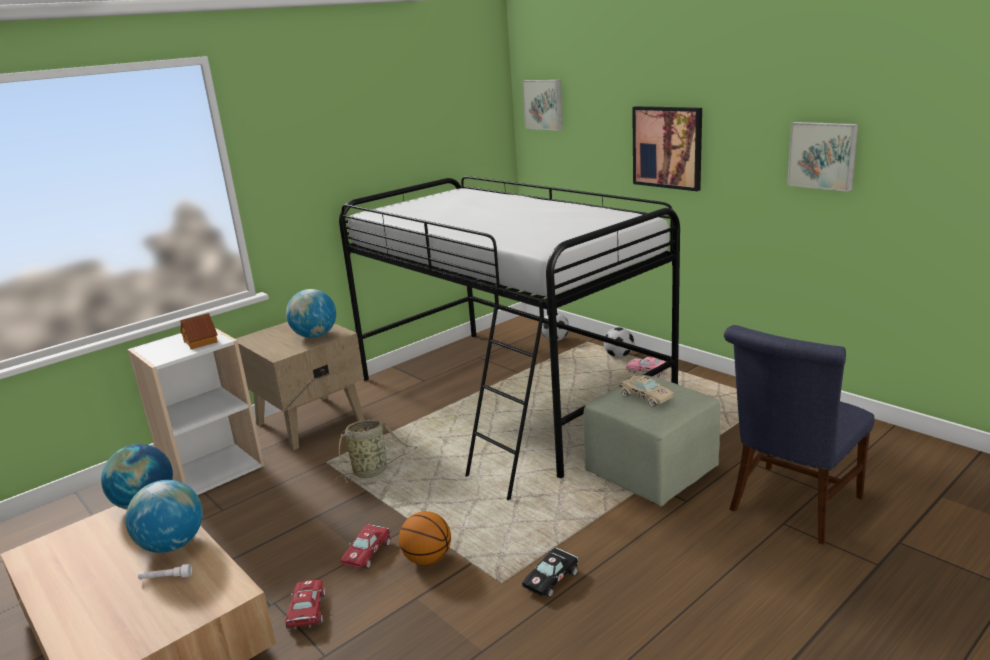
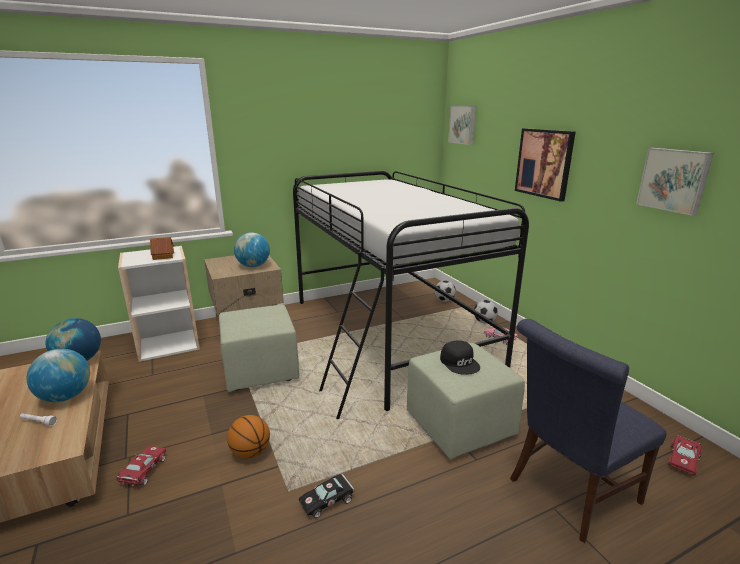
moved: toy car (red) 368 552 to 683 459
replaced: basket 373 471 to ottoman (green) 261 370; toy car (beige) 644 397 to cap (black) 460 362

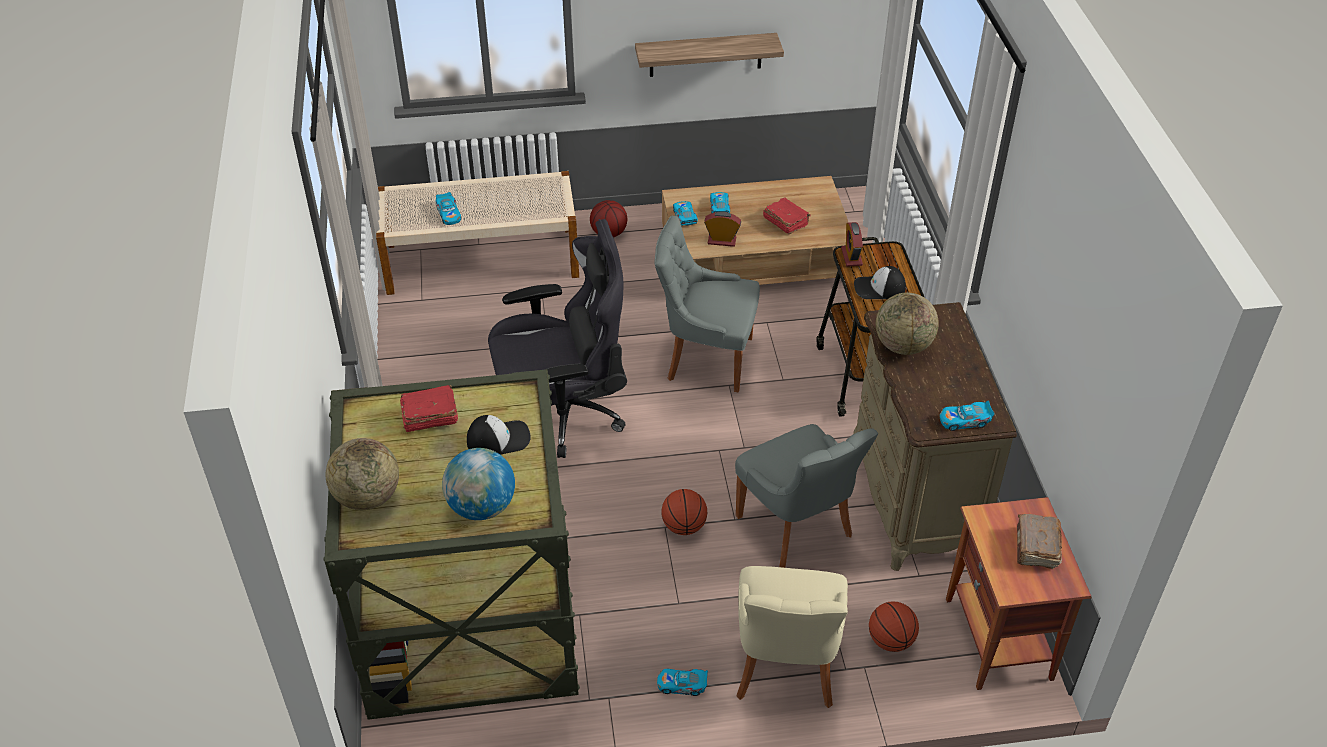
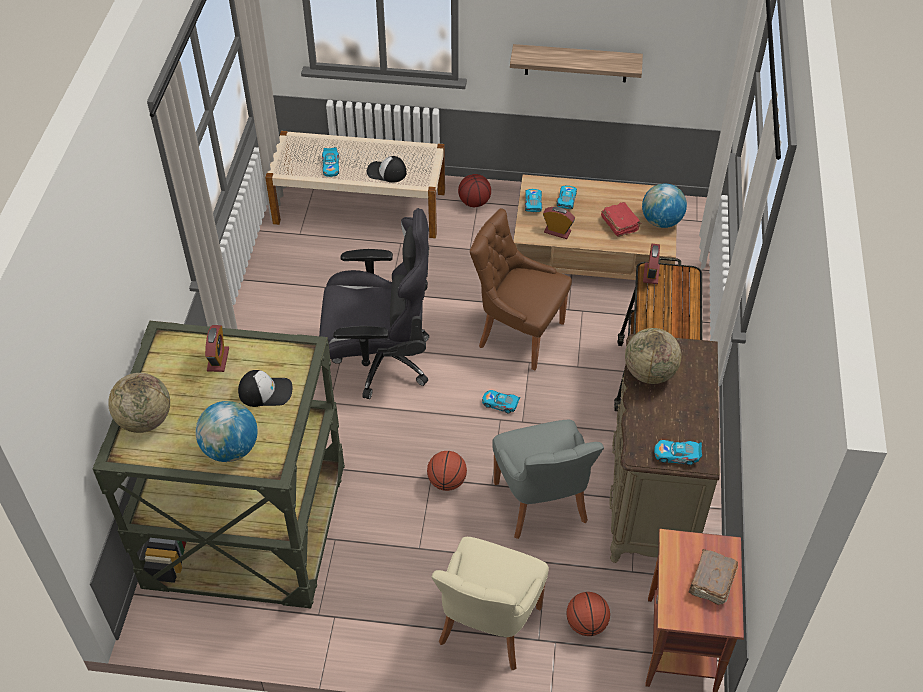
added: globe 661 221
moved: toy car 682 685 to 500 404; cap 879 288 to 386 172
replaced: book (red) 429 417 to alarm clock 218 360
recoloured: chair (grey) 706 358 to chair (brown) 518 333

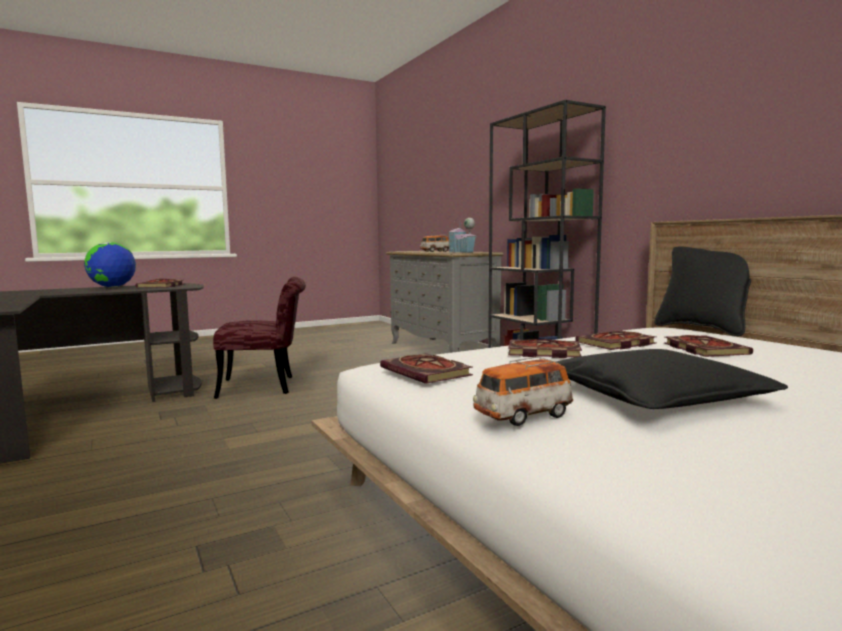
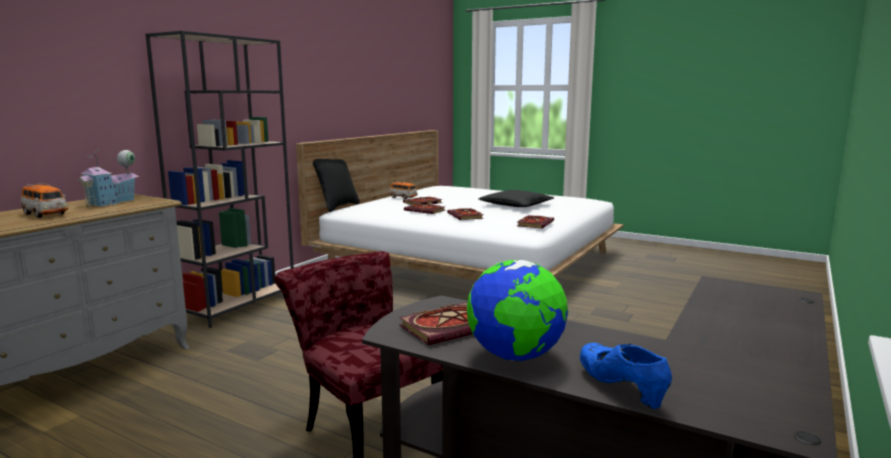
added: shoe (blue) 621 389
moved: toy car 522 416 to 403 197

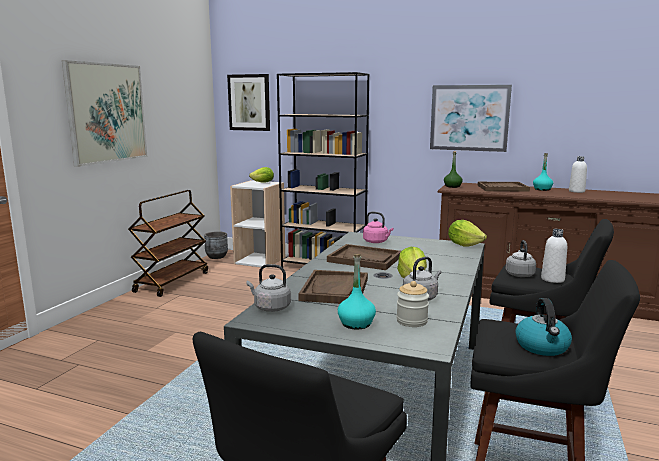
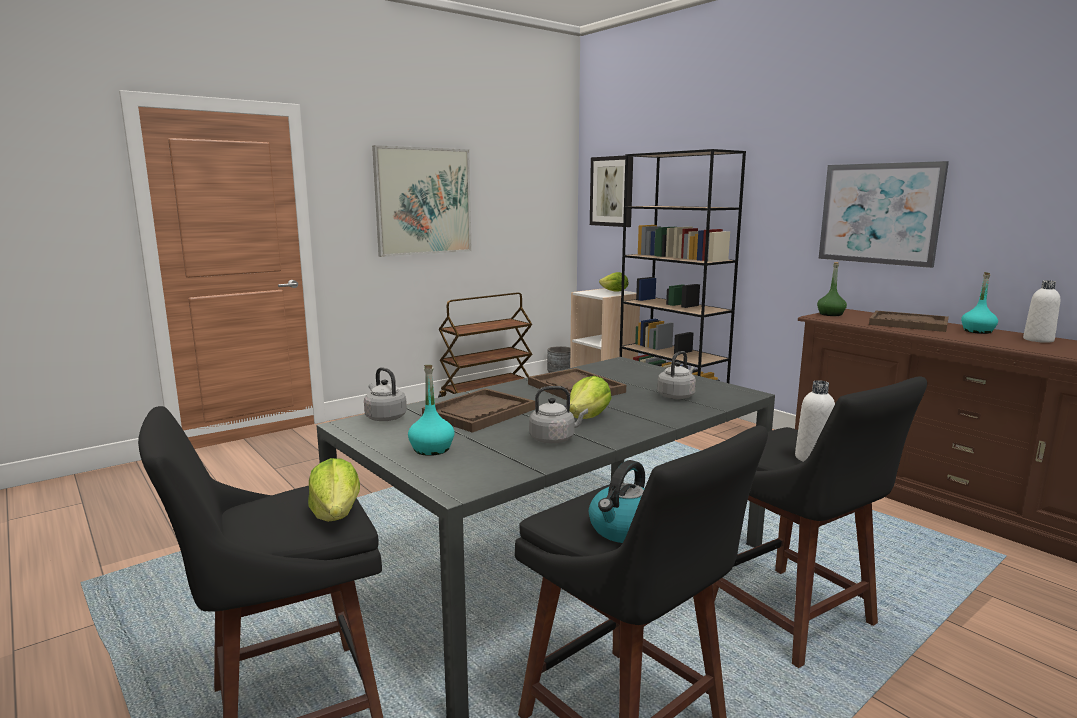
removed: kettle (pink) 376 242; jar 412 321
moved: lettuce 464 245 to 336 514; kettle (grey) 519 274 to 677 396

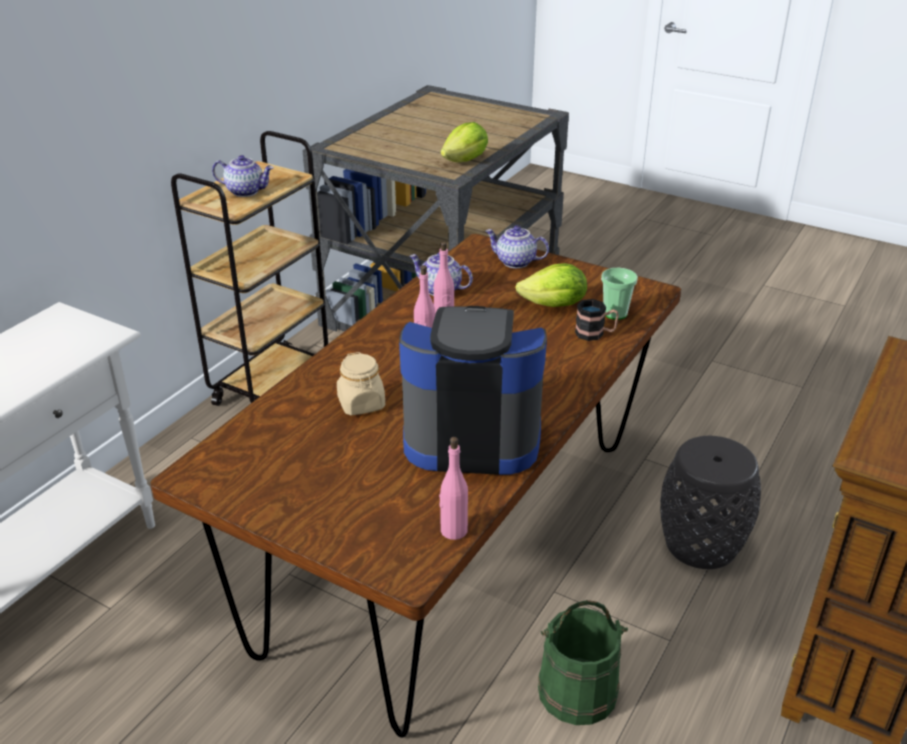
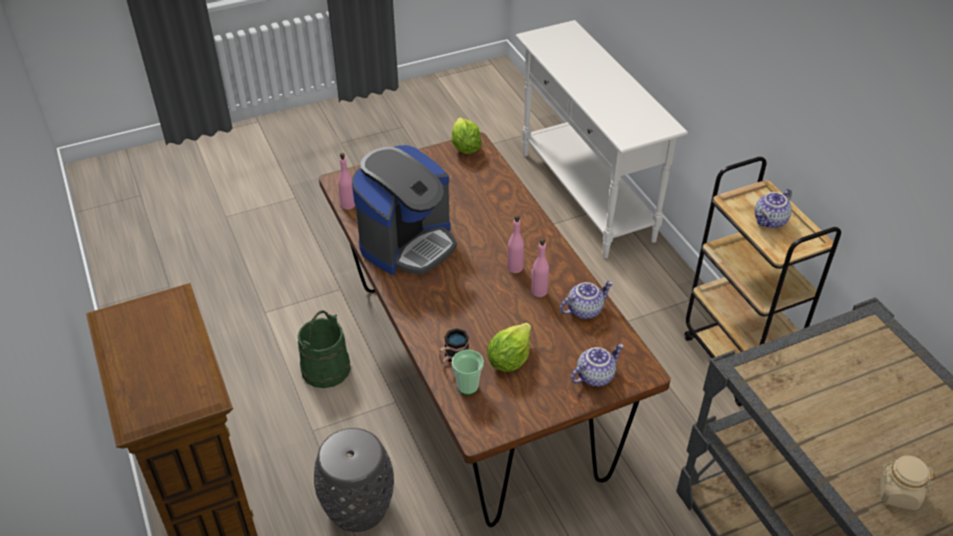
moved: jar (beige) 361 404 to 898 493; lettuce 465 160 to 465 147

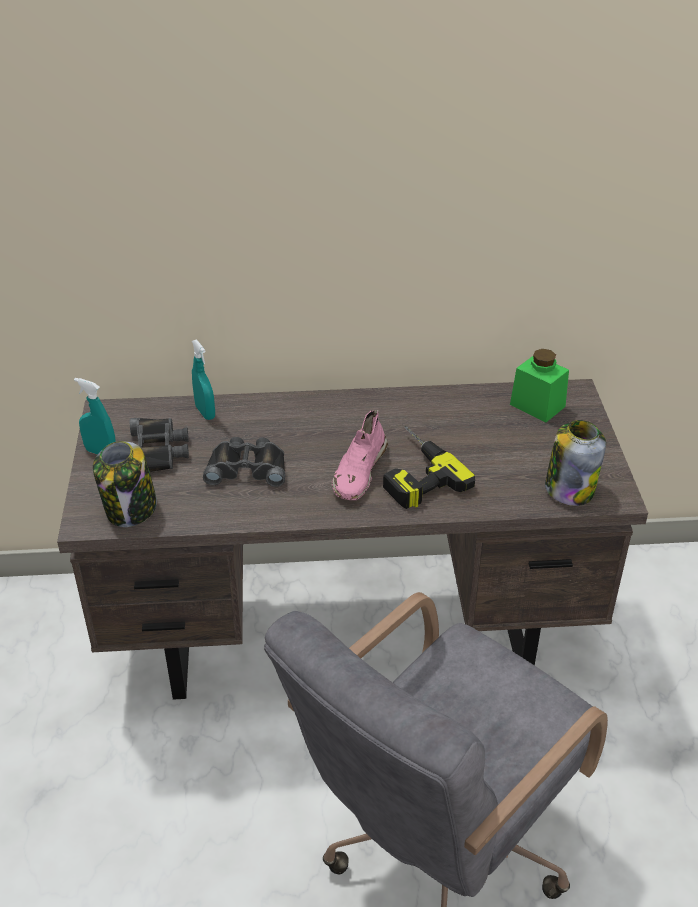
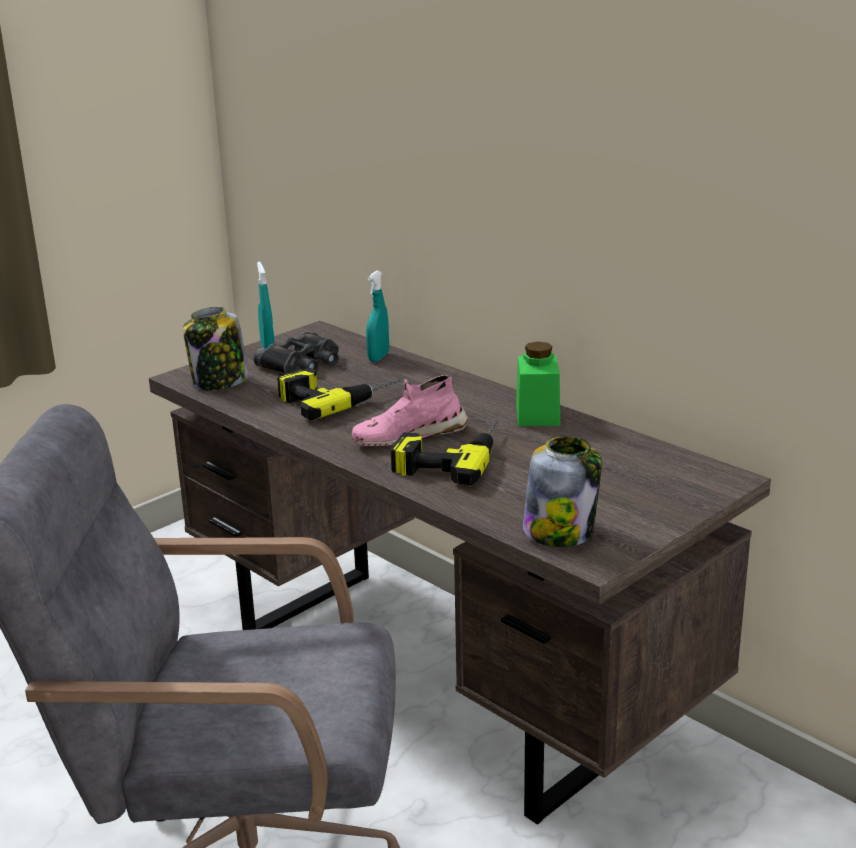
moved: jar (green) 537 405 to 537 414
replaced: binoculars (black) 247 468 to power drill 336 397

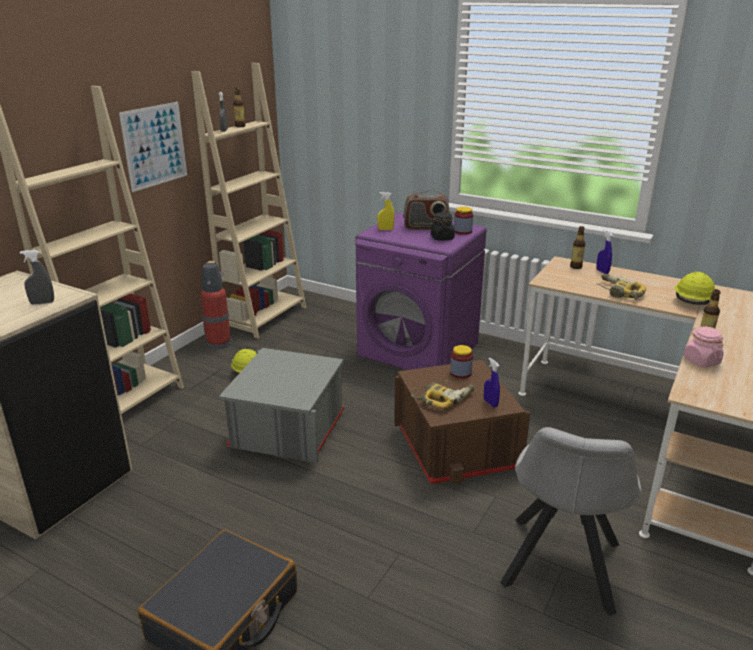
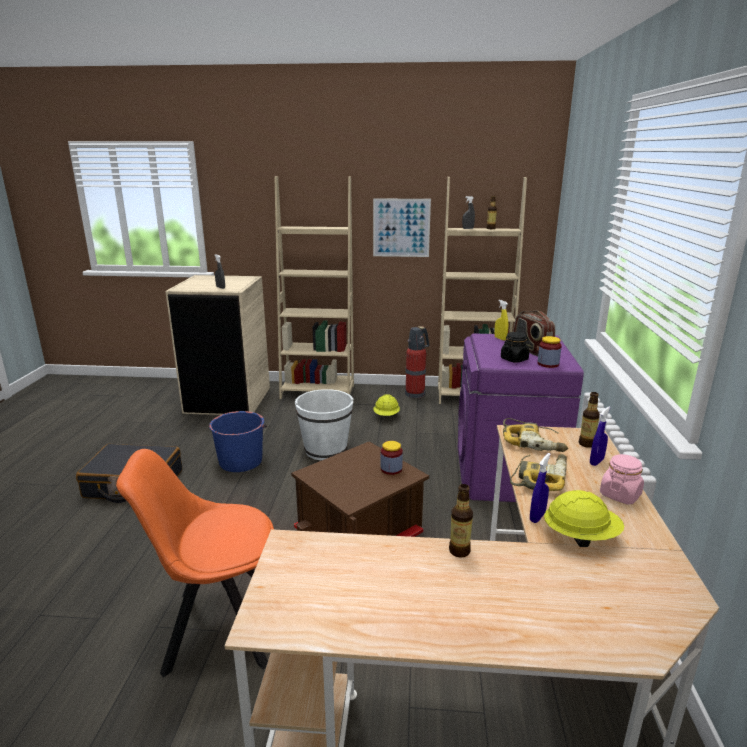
added: bucket (blue) 241 461
moved: power drill 444 398 to 533 442; spray bottle (blue) 490 403 to 537 517; jar (pink) 701 361 to 620 495
replaced: storage box (grey) 286 431 to bucket (white) 325 450
recoloured: chair (grey) 561 566 to chair (orange) 218 629

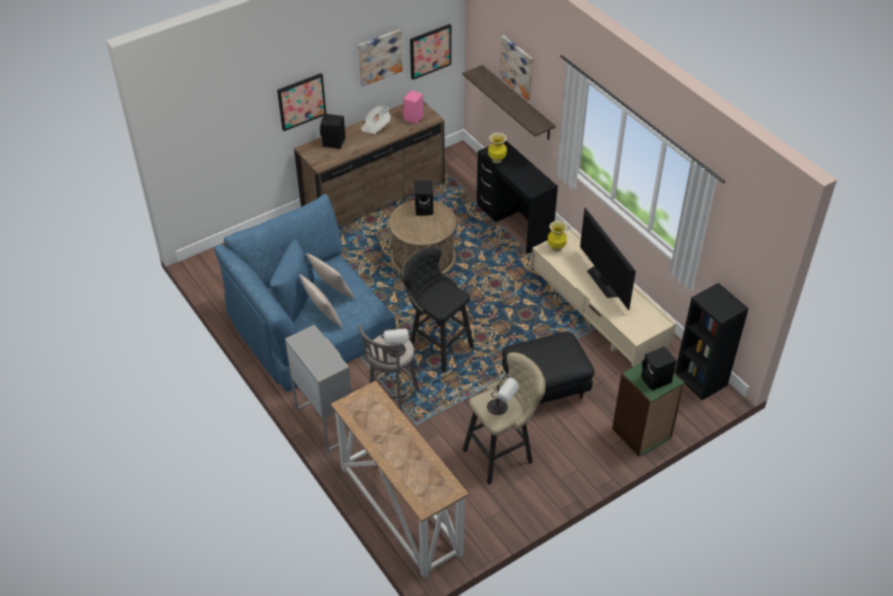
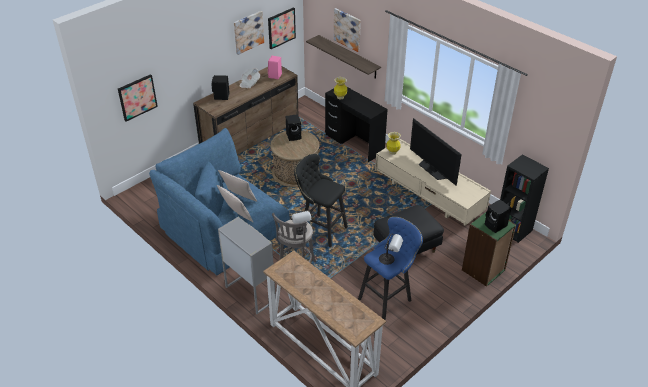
moved: picture 301 101 to 137 97
recoloured: stool (beige) 504 452 to stool (blue) 389 296

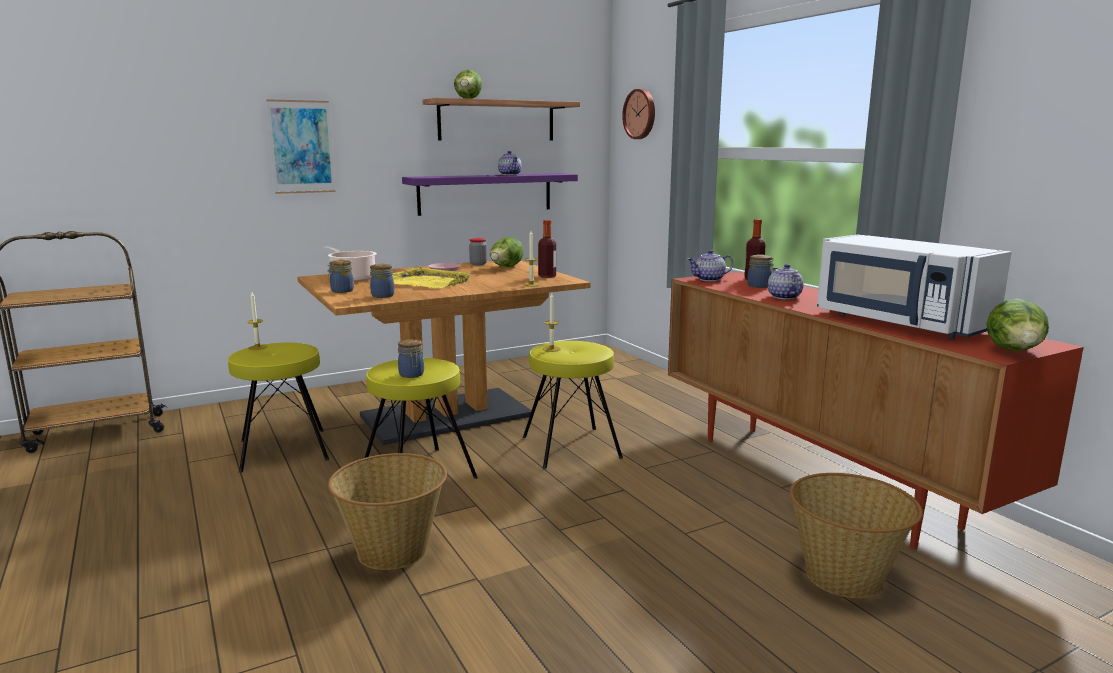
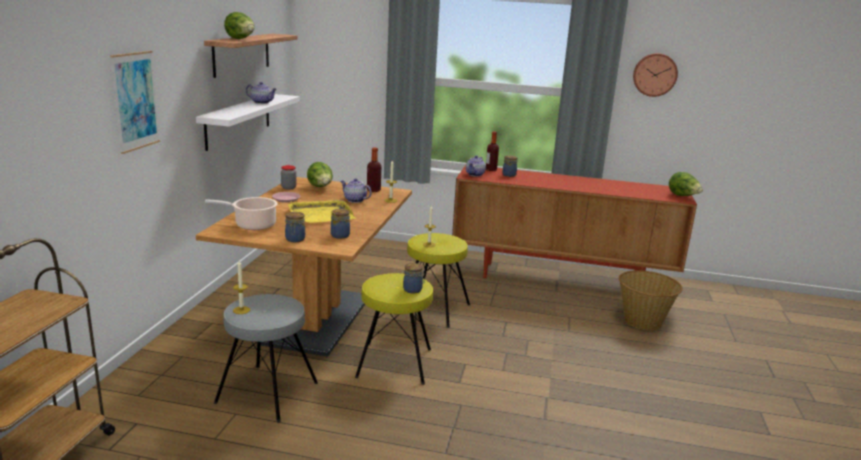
removed: basket 393 550; microwave (white) 898 323
moved: wall clock 640 114 to 654 74; teapot 783 297 to 354 200
recoloured: stool (yellow) 283 450 to stool (grey) 266 392; shelf (purple) 485 193 to shelf (white) 238 120

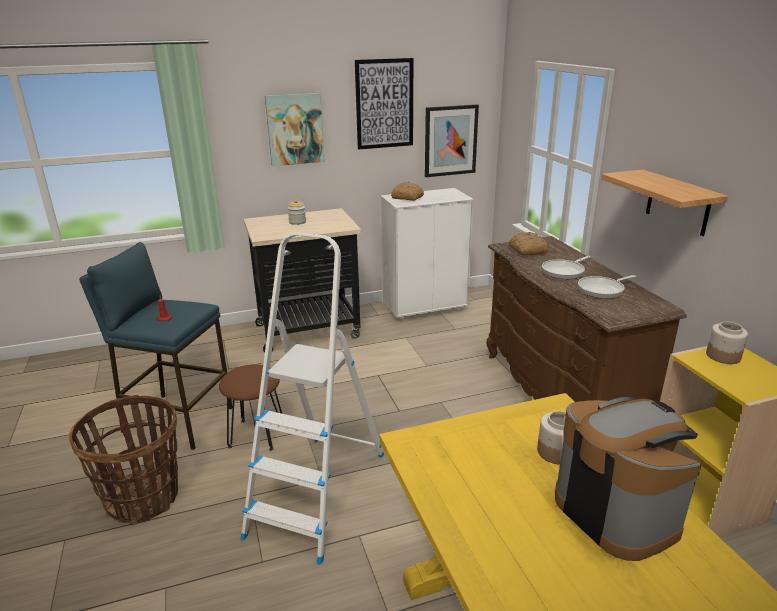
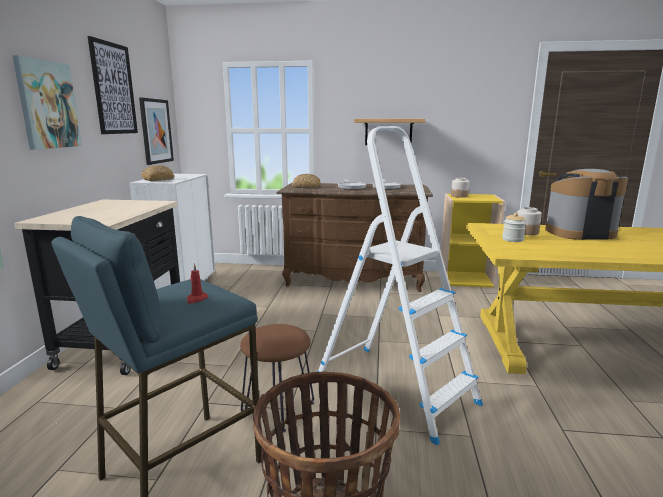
moved: jar 297 222 to 512 239

